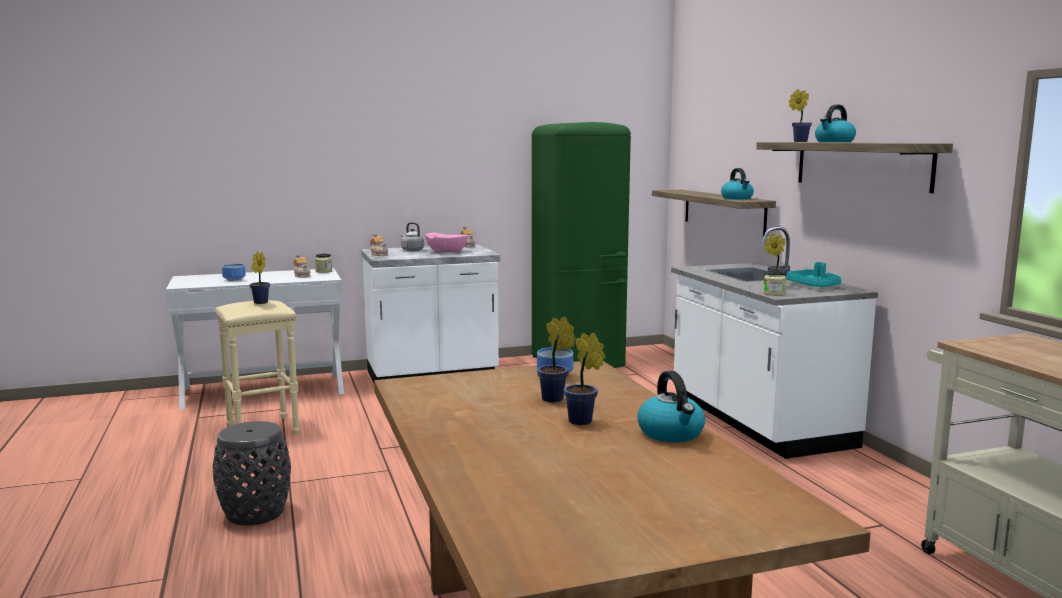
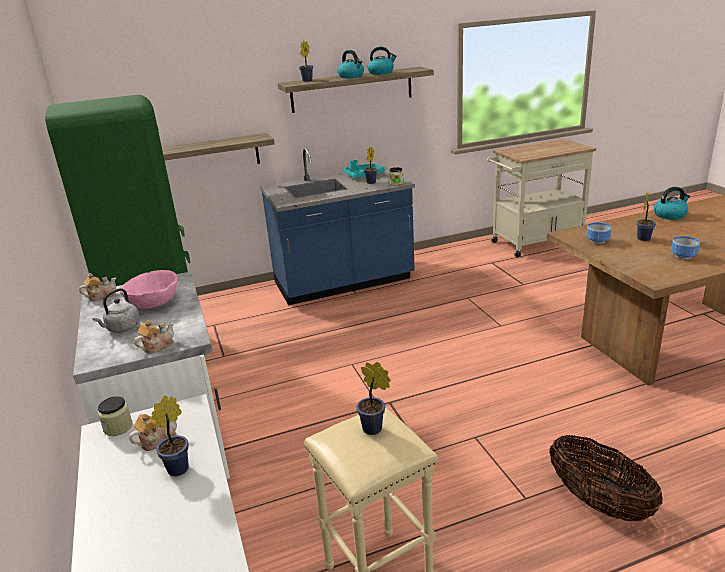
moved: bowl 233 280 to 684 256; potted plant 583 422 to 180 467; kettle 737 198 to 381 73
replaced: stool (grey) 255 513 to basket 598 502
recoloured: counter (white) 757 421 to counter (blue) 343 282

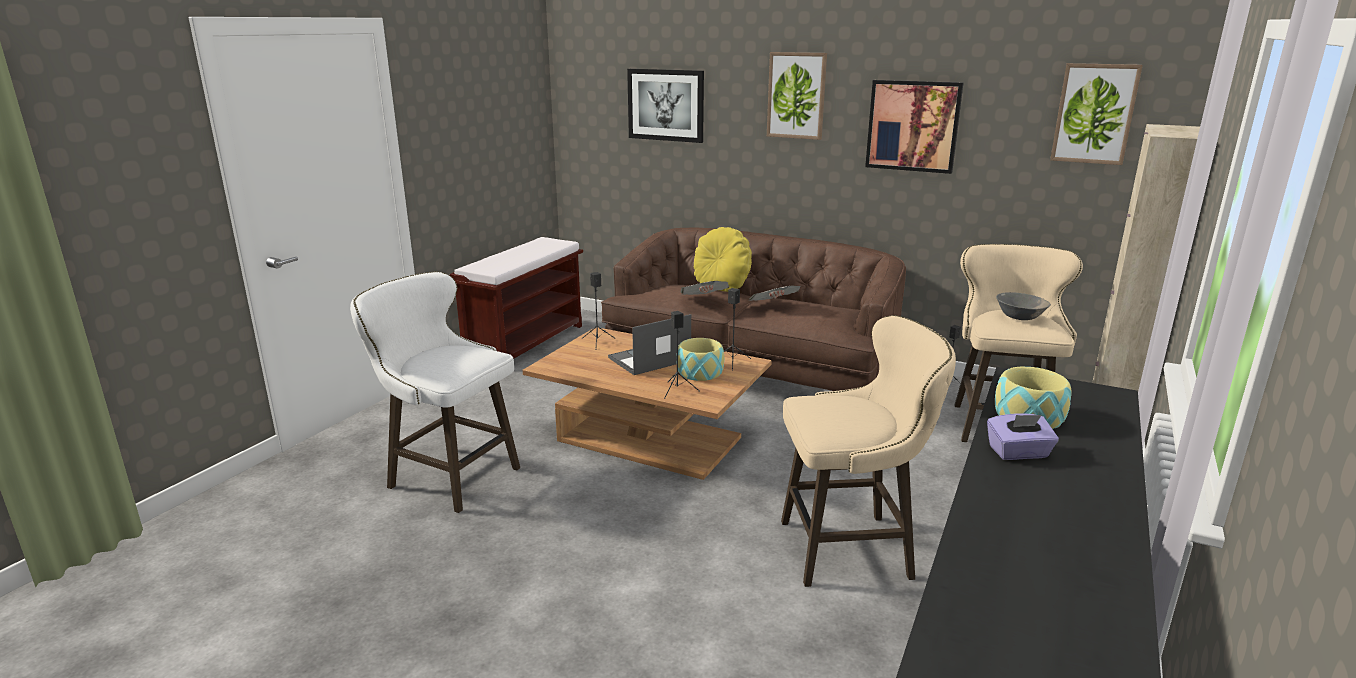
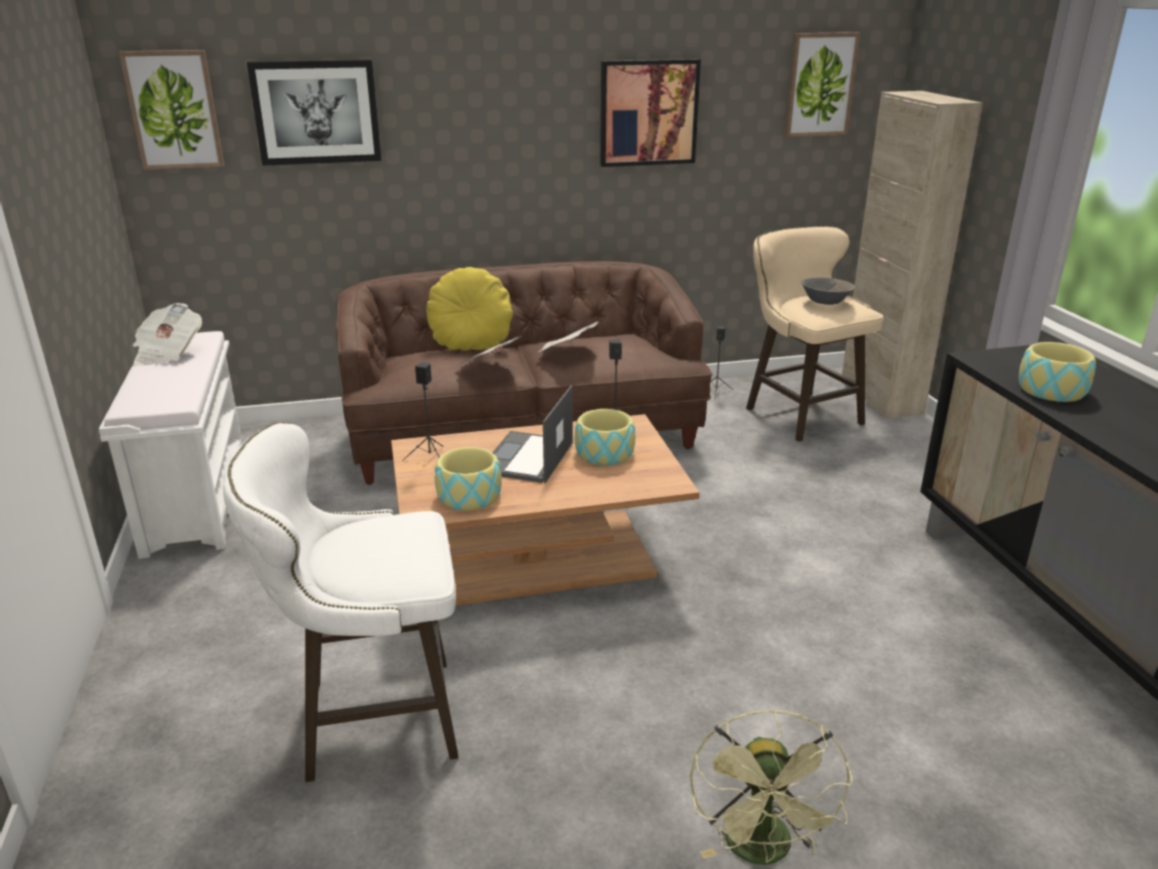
removed: speaker (black) 677 390; stool (beige) 852 549; tissue box (purple) 1018 453
added: newspaper 168 353; bowl 469 496; fan (green) 762 852
moved: picture 796 95 to 174 110
recoloured: bench (brown) 526 342 to bench (white) 196 498

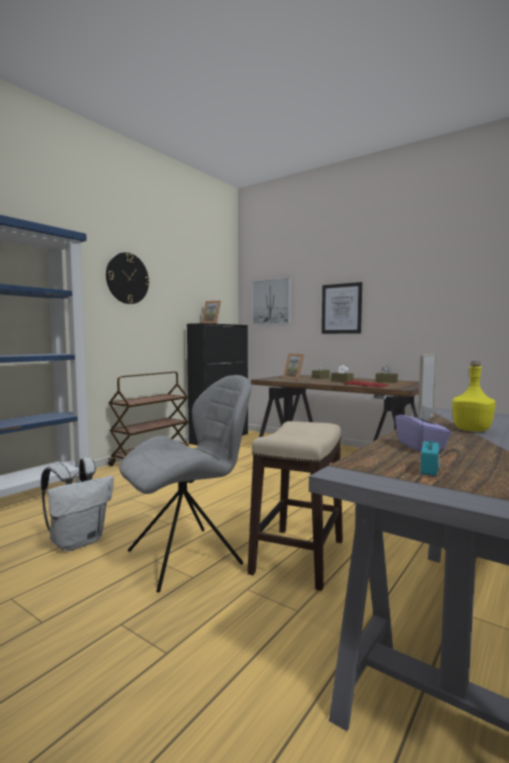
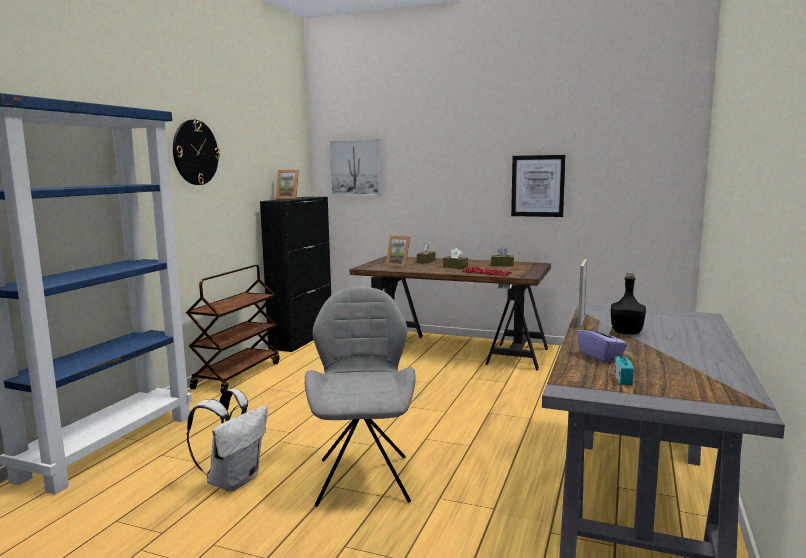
removed: stool 298 556
moved: picture 341 308 to 537 186
recoloured: bottle (yellow) 473 430 to bottle (black) 627 332
turned: chair (grey) 188 556 = 363 477 45 degrees counterclockwise

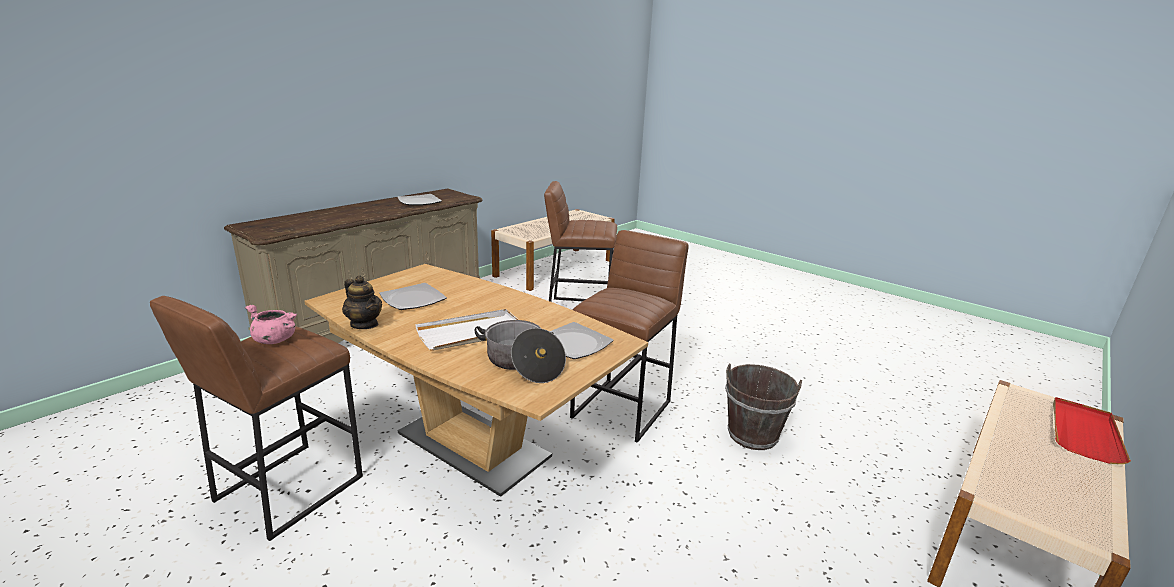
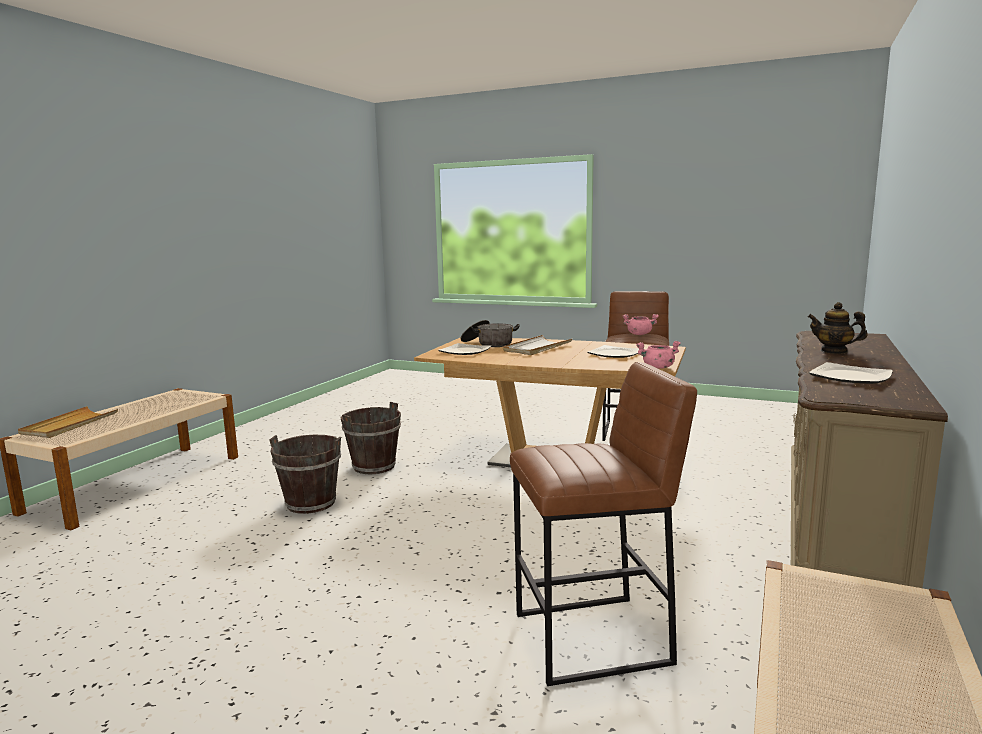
removed: stool (brown) 622 408
added: bucket (brown) 374 466; cooking pot (pink) 658 367
moved: teapot 364 324 to 834 351
recoloured: tray (red) 1083 432 to tray (beige) 69 425

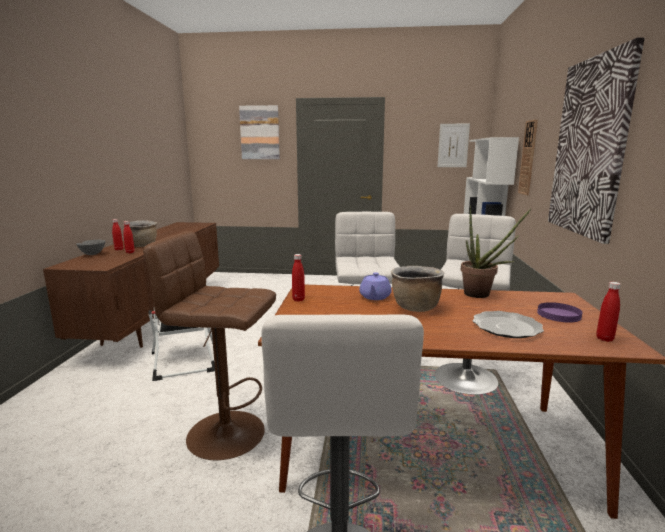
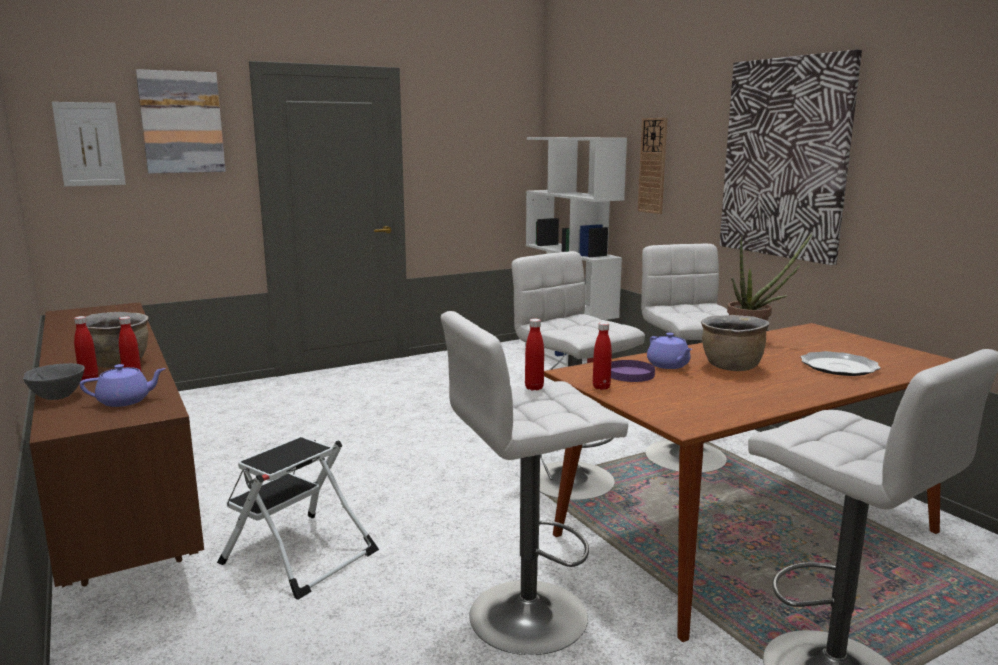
added: teapot (purple) 126 401
moved: picture 453 145 to 89 144; plate (purple) 559 314 to 630 374; bottle (red) 604 339 to 534 388
recoloured: stool (brown) 225 433 to stool (white) 526 615

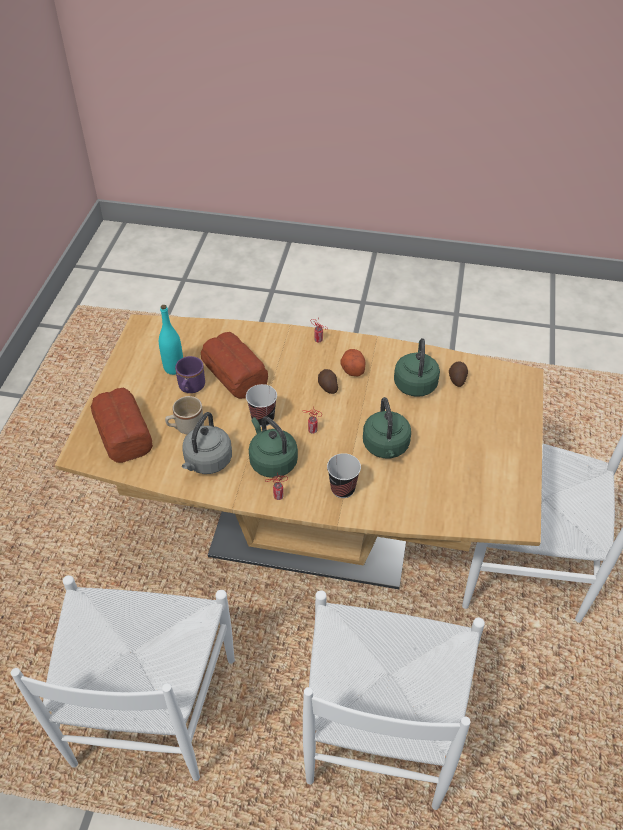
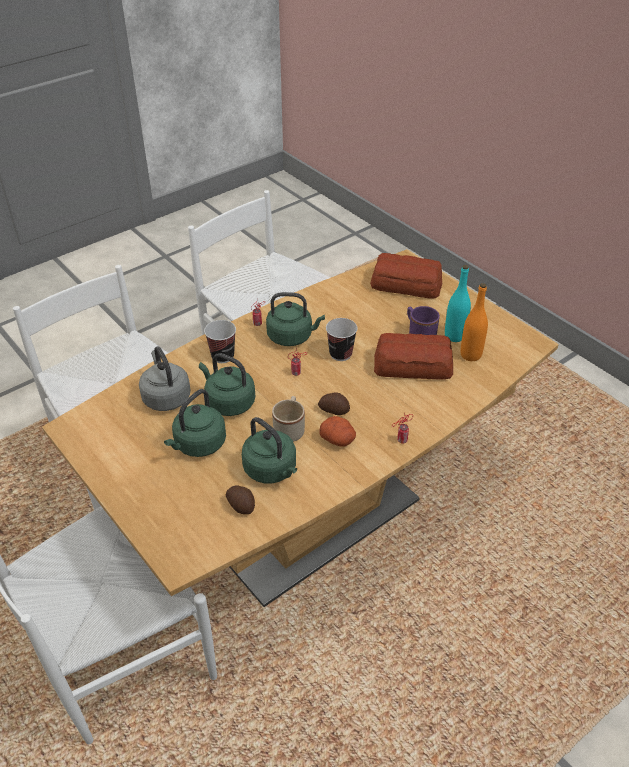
added: kettle (green) 198 445; bottle (orange) 470 355
moved: mug (beige) 185 427 to 290 429; kettle (grey) 207 462 to 166 397

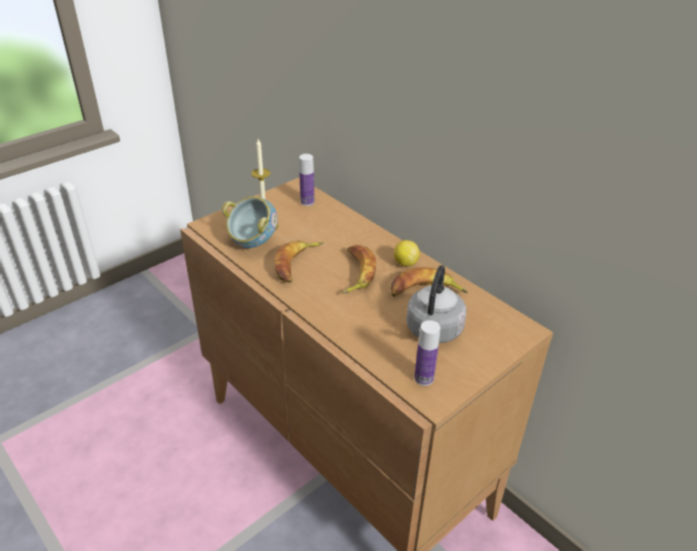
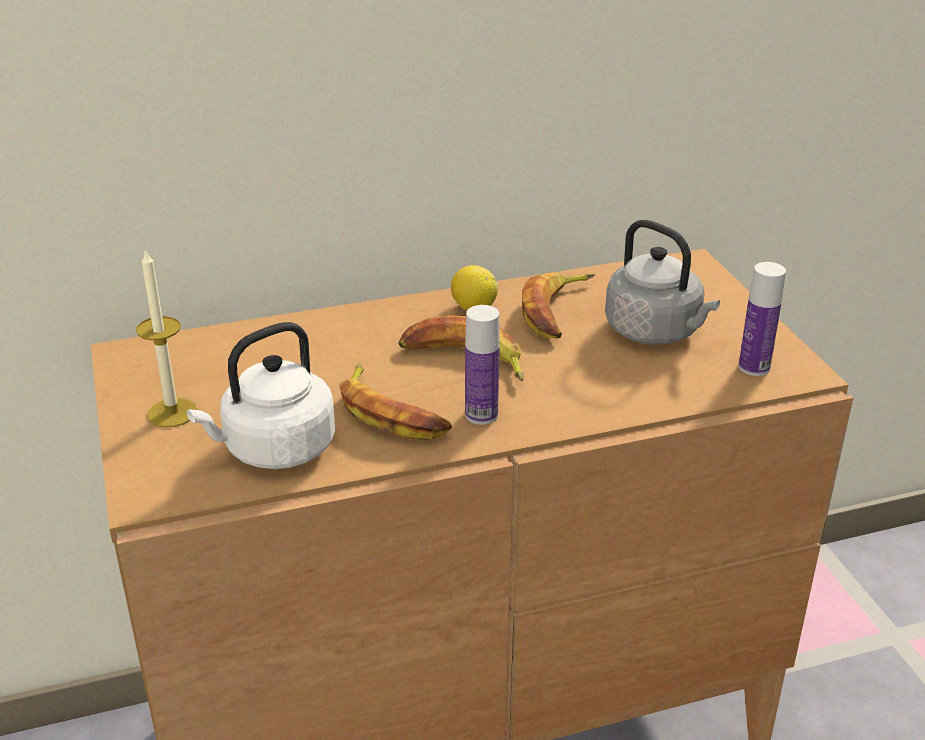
moved: bottle 307 202 to 481 415
replaced: bowl 252 243 to kettle (white) 274 450

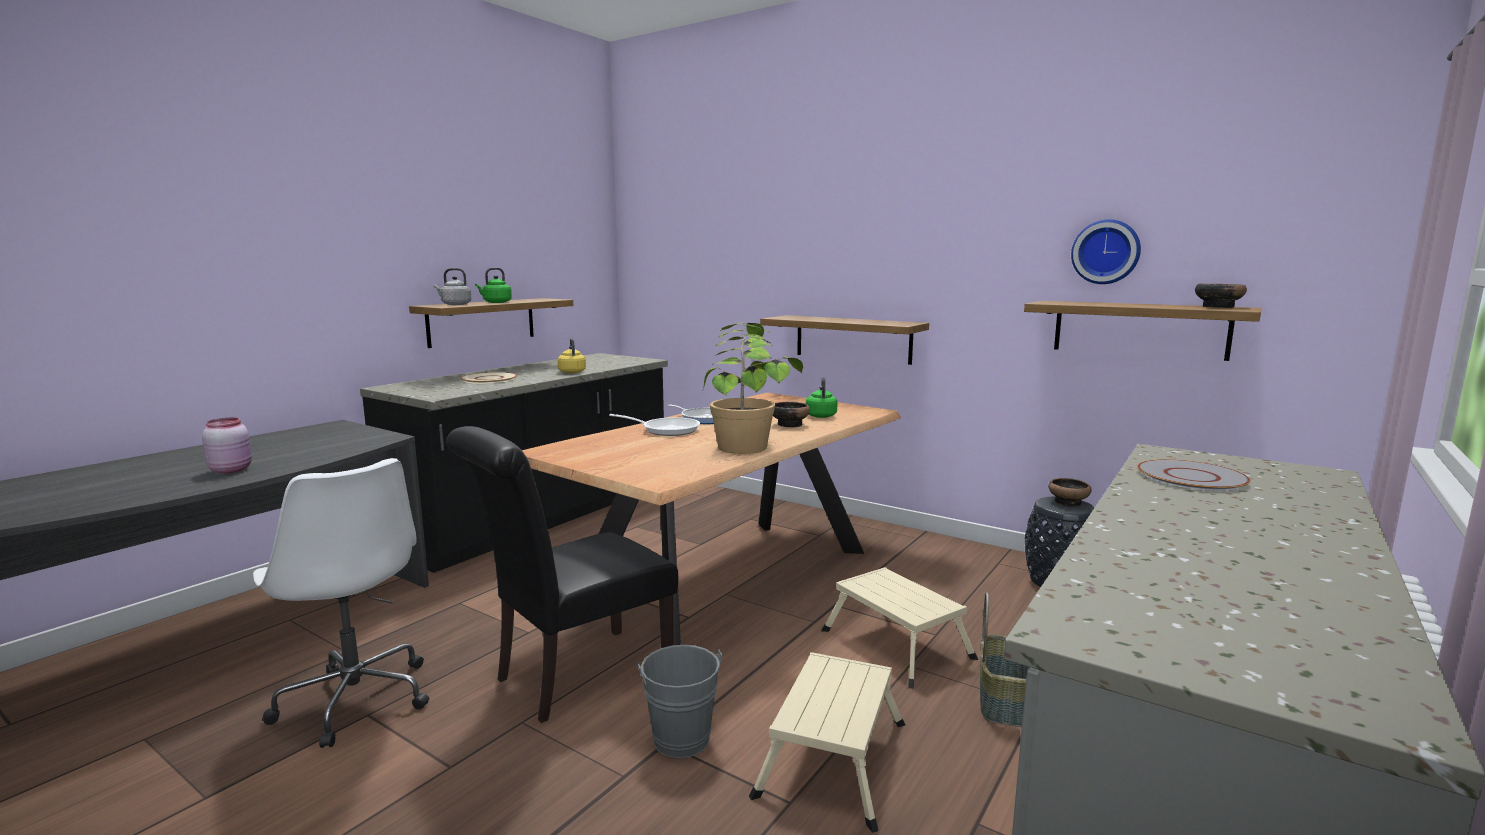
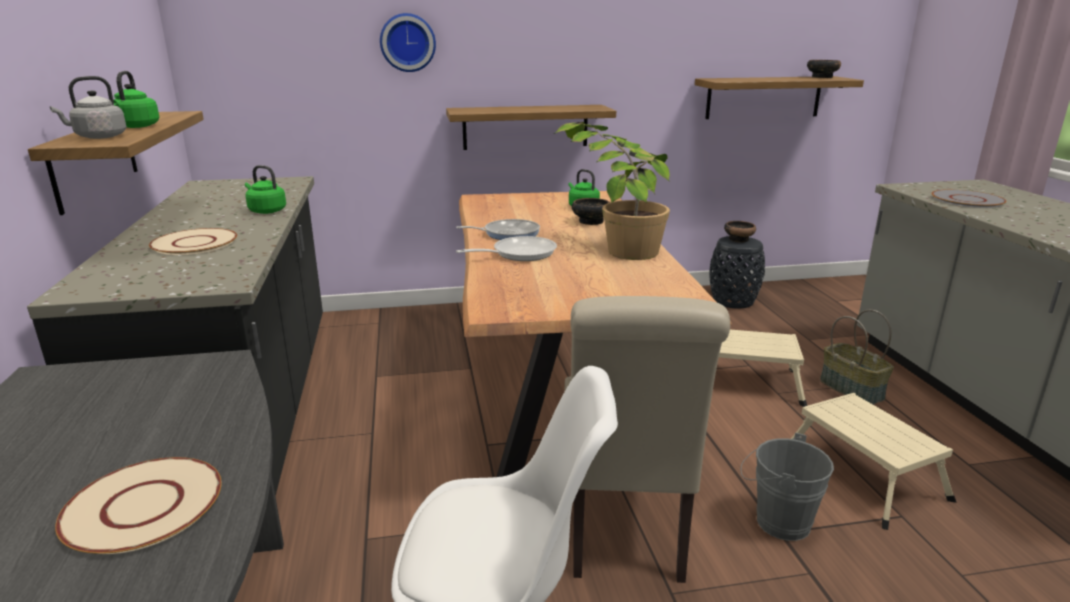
moved: wall clock 1106 252 to 407 42
replaced: jar (pink) 232 469 to plate (beige) 143 506
recoloured: chair (black) 574 677 to chair (beige) 624 531; kettle (yellow) 572 372 to kettle (green) 266 211

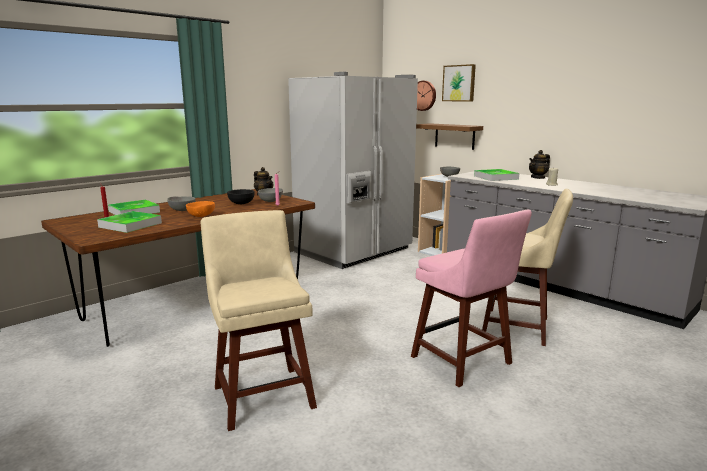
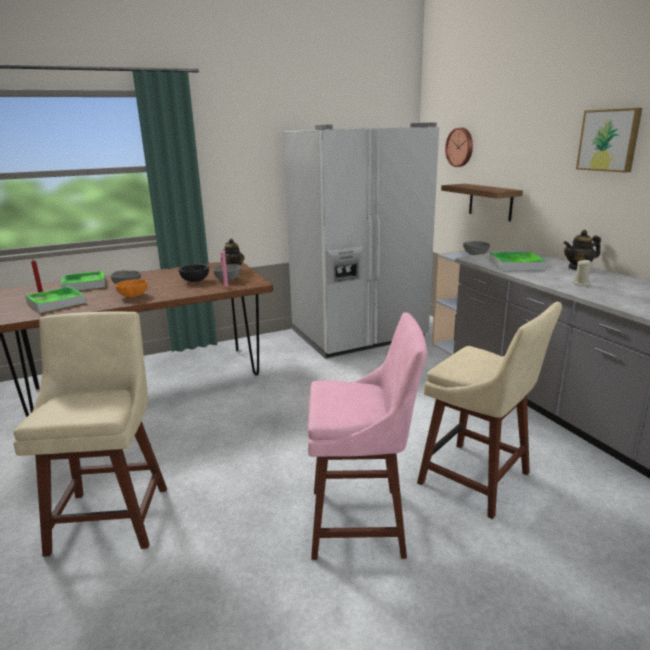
moved: picture 459 83 to 609 140
turned: chair (pink) 464 362 = 363 521 75 degrees counterclockwise

